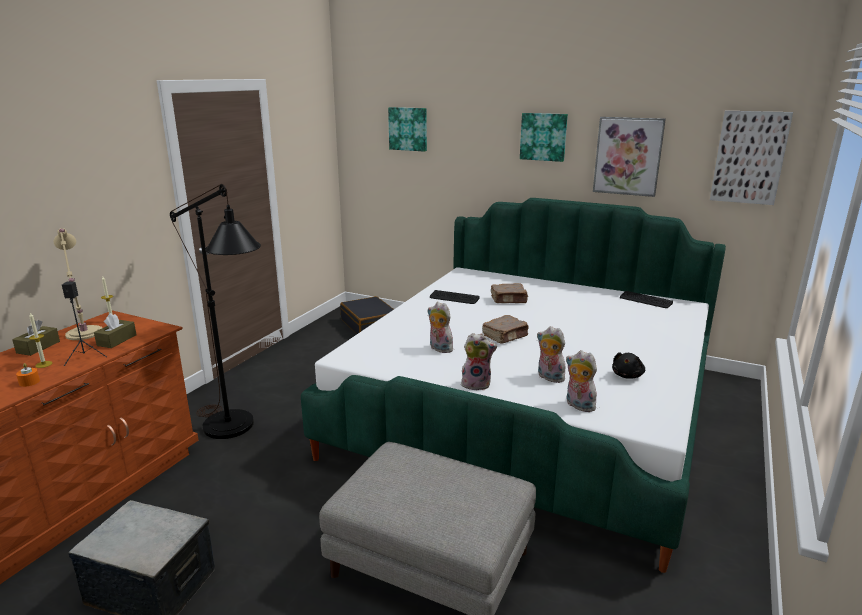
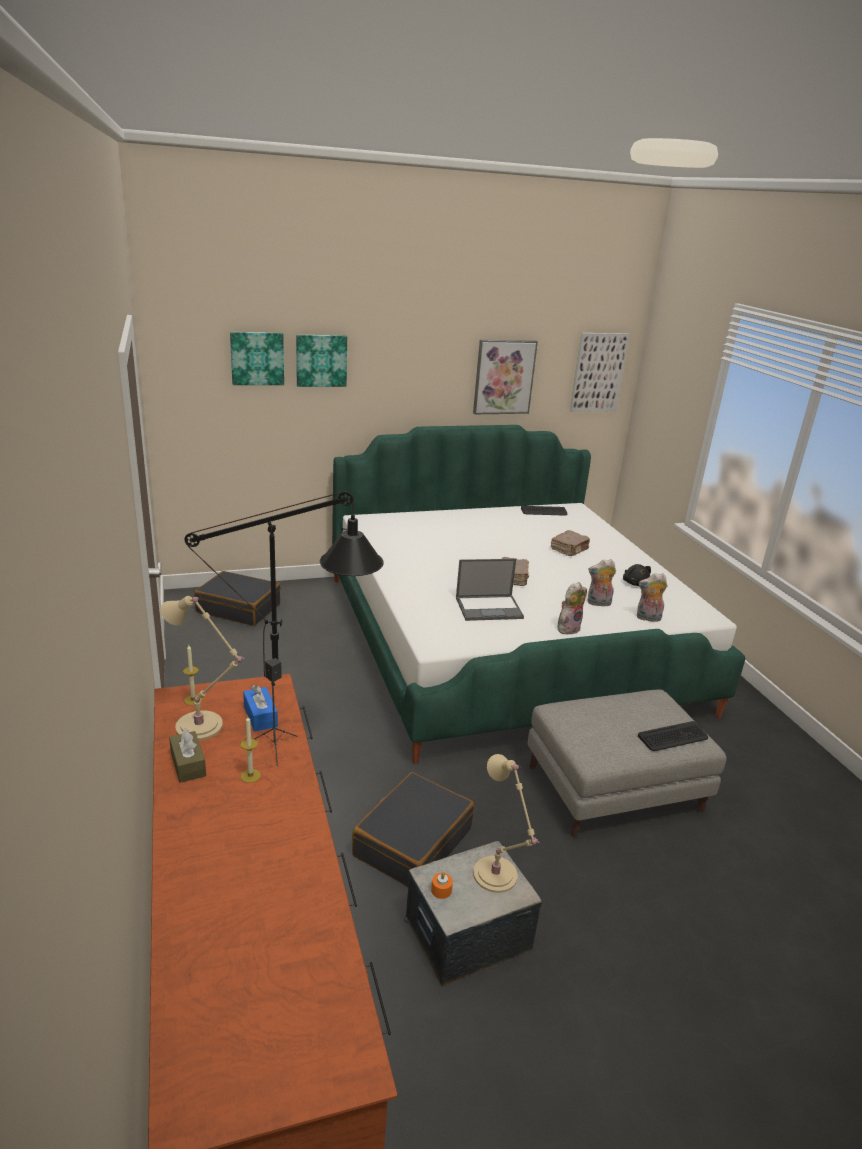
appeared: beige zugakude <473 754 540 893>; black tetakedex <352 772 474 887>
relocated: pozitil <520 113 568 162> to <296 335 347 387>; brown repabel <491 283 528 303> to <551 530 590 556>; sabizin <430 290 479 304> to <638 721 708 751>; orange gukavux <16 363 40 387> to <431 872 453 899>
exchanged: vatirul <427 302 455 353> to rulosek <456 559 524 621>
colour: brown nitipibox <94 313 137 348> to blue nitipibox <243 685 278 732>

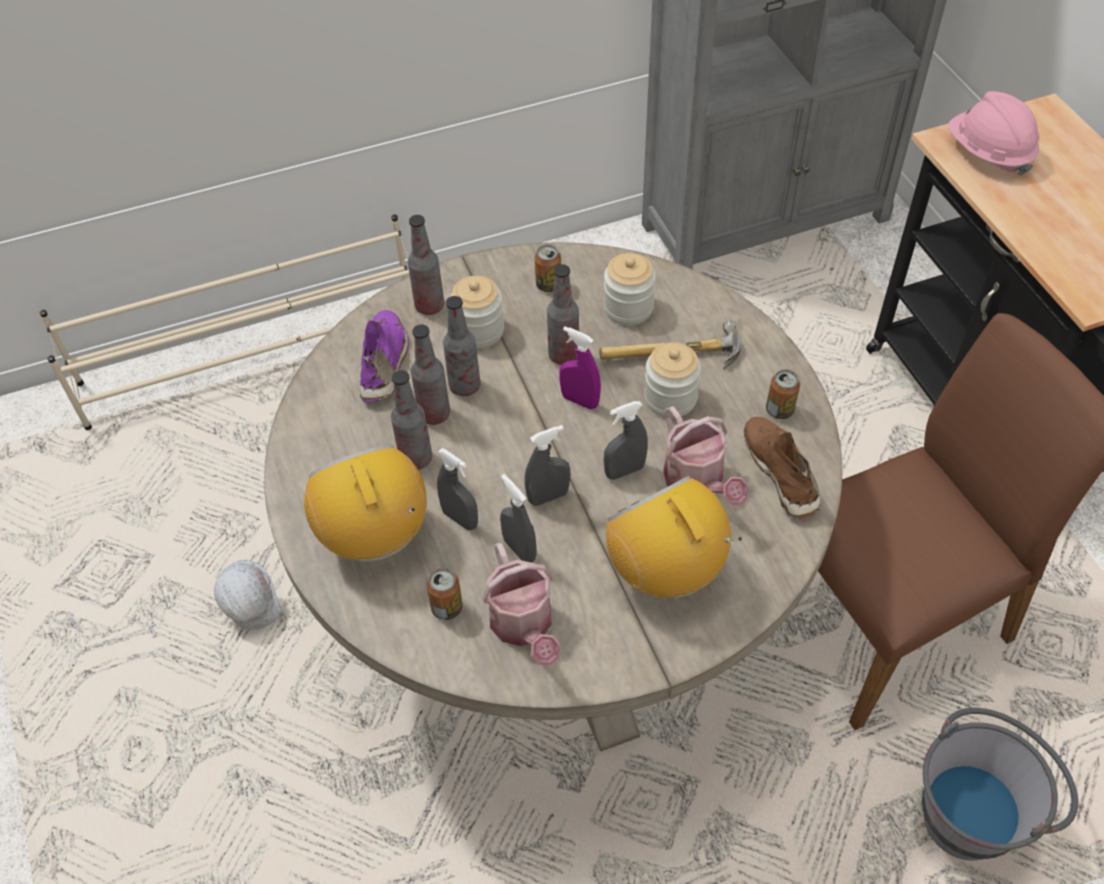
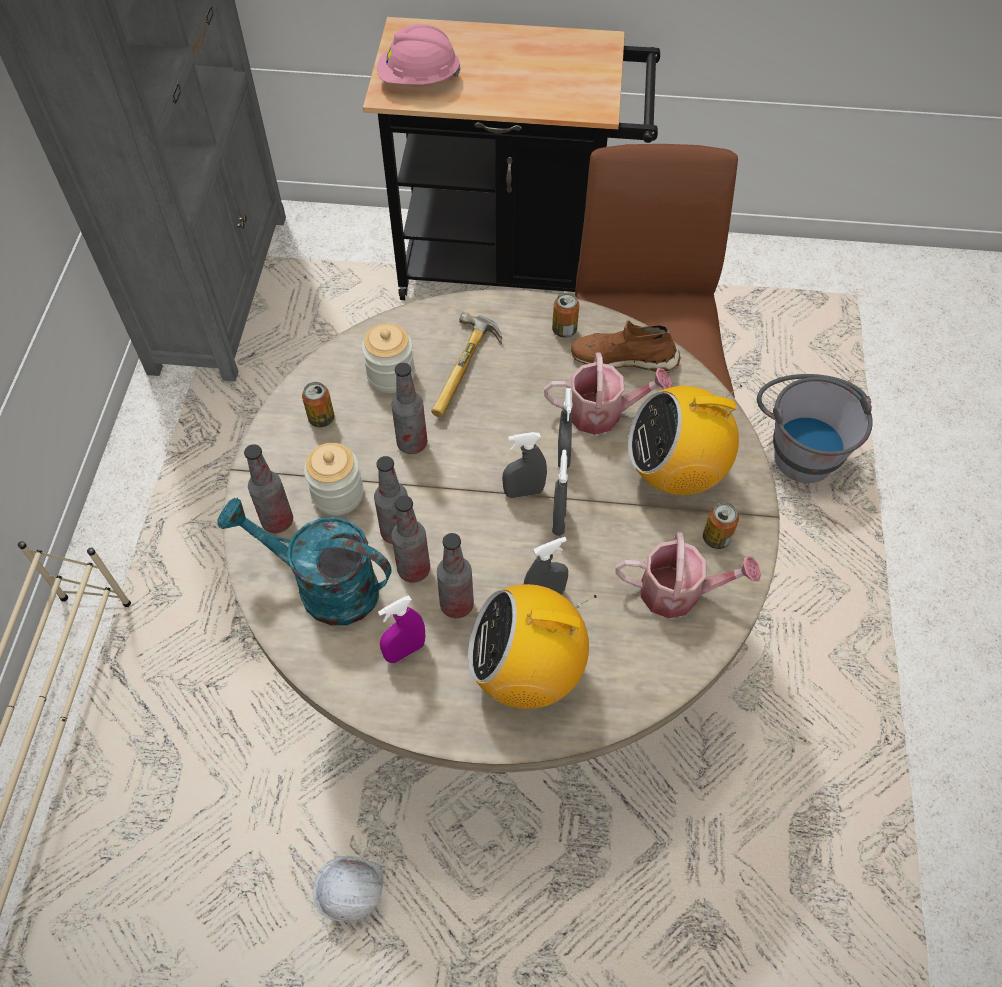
missing: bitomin <644 342 701 418>
relocated: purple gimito <559 326 601 410> to <378 595 425 663>; grey gimito <500 474 537 563> to <502 432 547 498>; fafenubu <427 568 463 620> to <703 503 739 549>
exchanged: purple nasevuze <360 310 409 402> to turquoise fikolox <218 498 392 626>

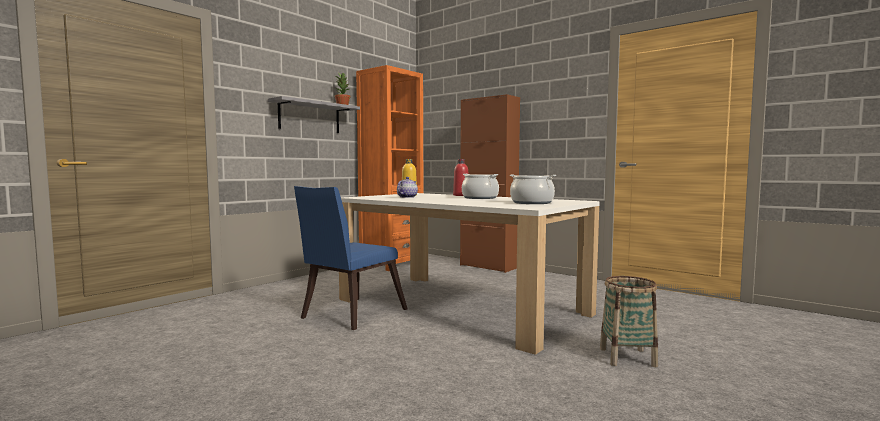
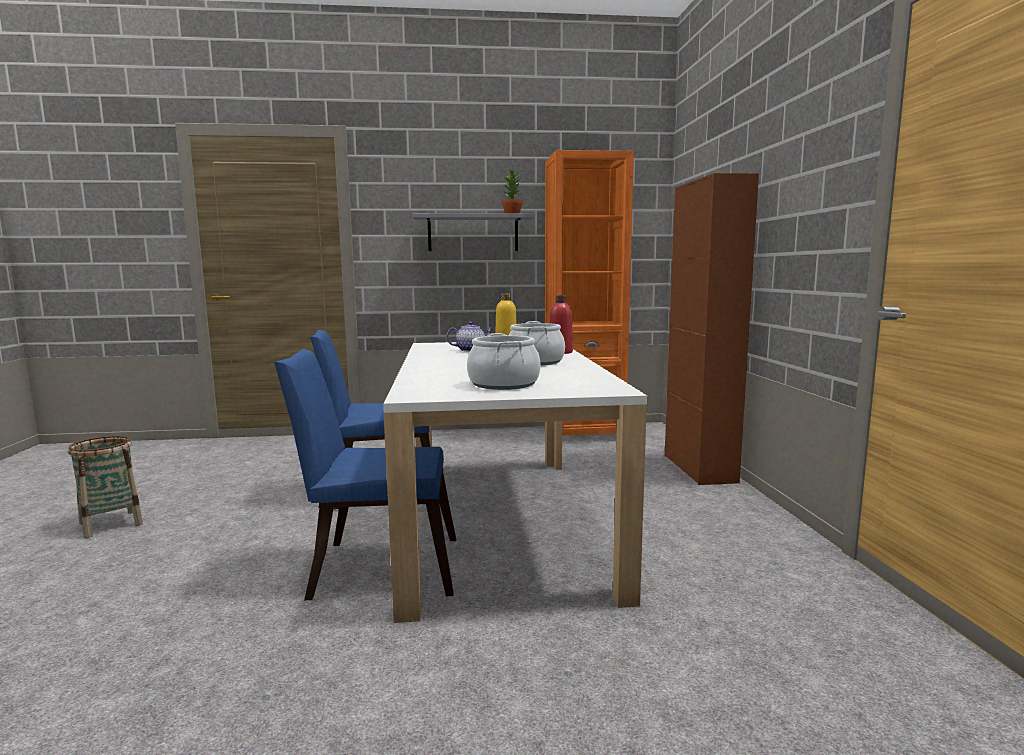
appeared: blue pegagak <274 349 456 600>
relocated: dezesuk <600 276 658 367> to <68 436 143 538>

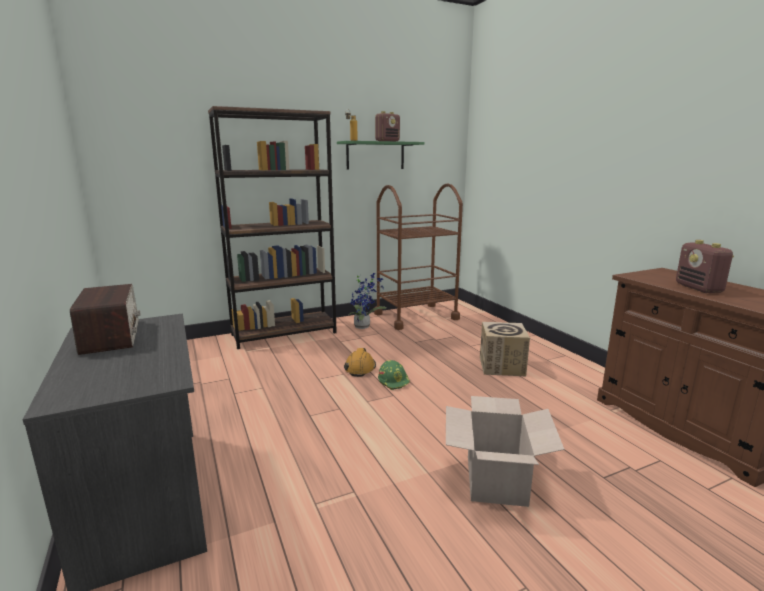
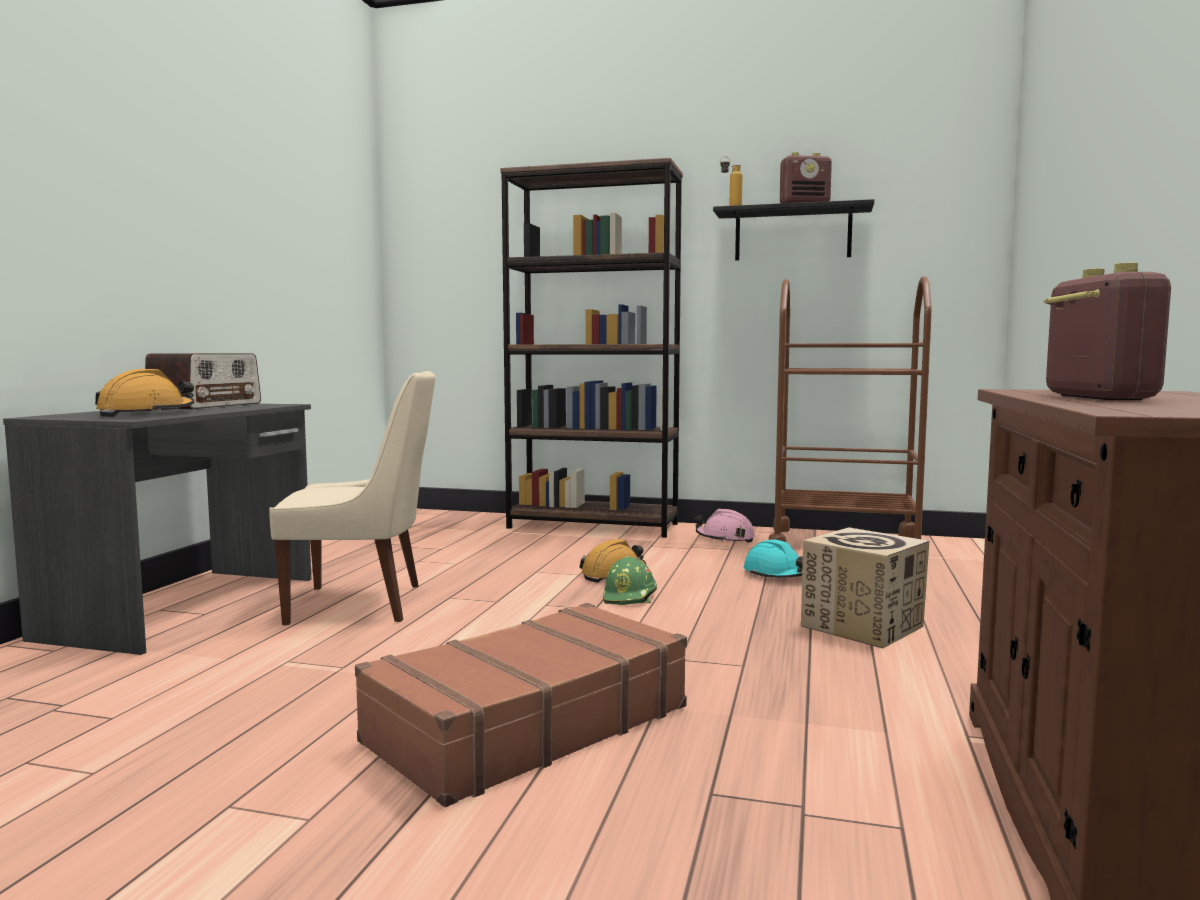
appeared: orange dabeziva <95 369 195 417>; beige pegagak <269 371 435 626>; turquoise dabeziva <743 540 803 578>
exchanged: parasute <348 273 387 329> to pink dabeziva <695 509 755 543>; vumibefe <446 396 565 507> to brown tetakedex <355 603 687 807>
colour: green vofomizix <337 141 425 169> to black vofomizix <713 199 874 261>
spun: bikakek <676 240 734 293> = <1044 263 1171 400> 150 degrees clockwise

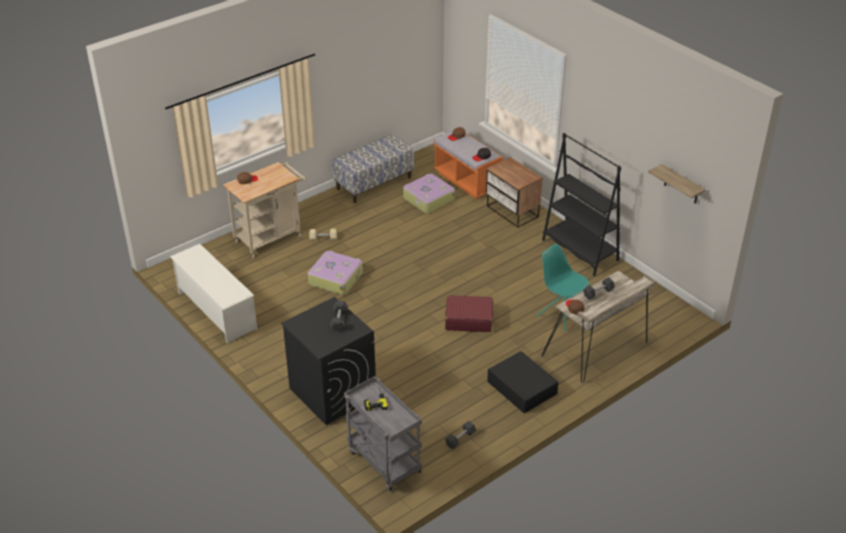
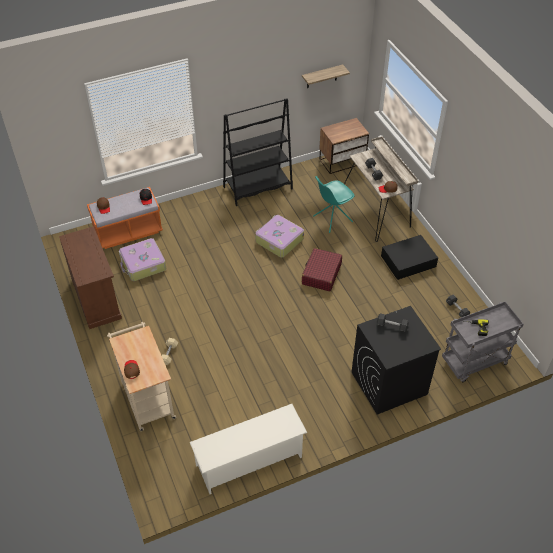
relocated: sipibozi <486 157 543 227> to <319 118 369 174>; tetakedex <308 251 363 295> to <255 215 304 258>
exchanged: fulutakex <332 134 414 203> to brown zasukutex <59 226 122 329>

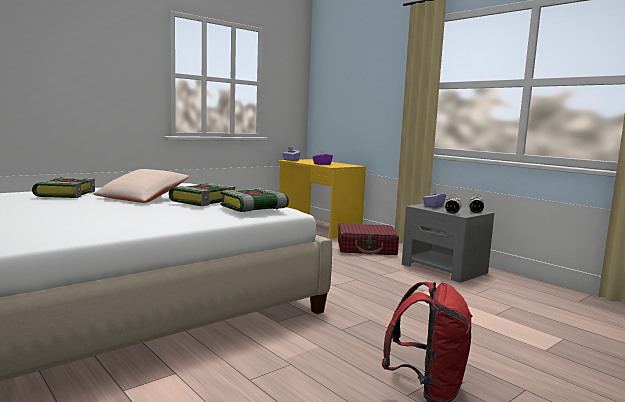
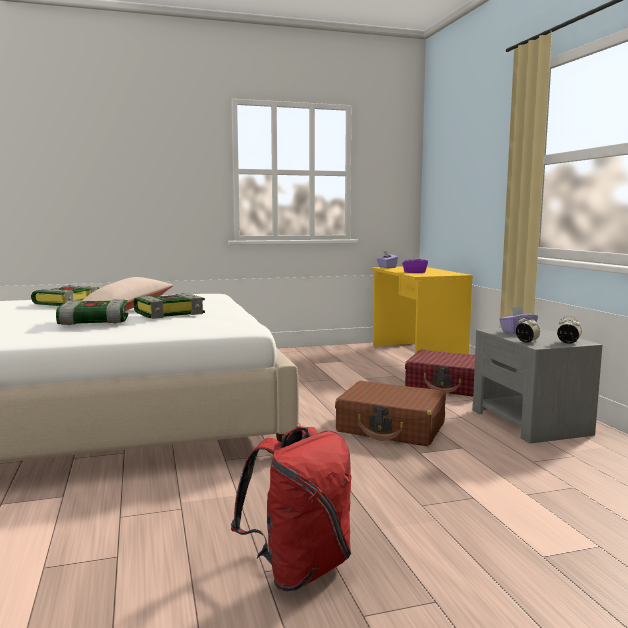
appeared: brown tetakedex <335 381 446 446>
relocated: repabel <220 188 289 212> to <56 299 128 325>

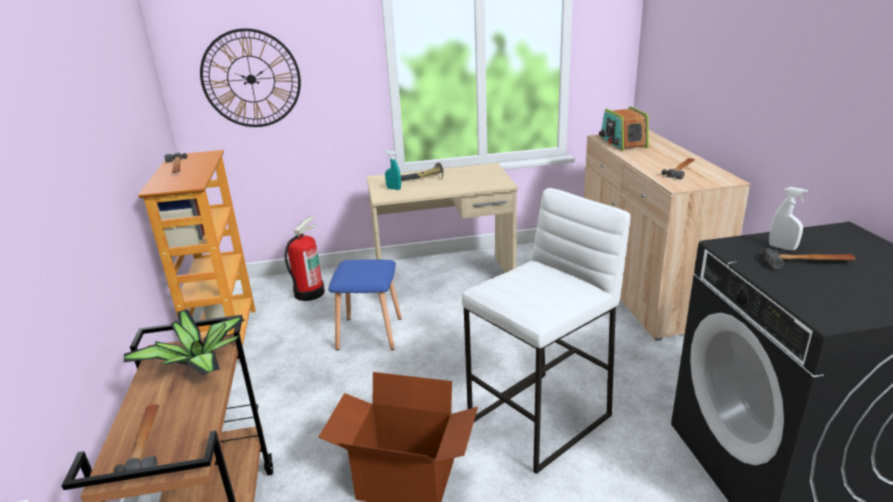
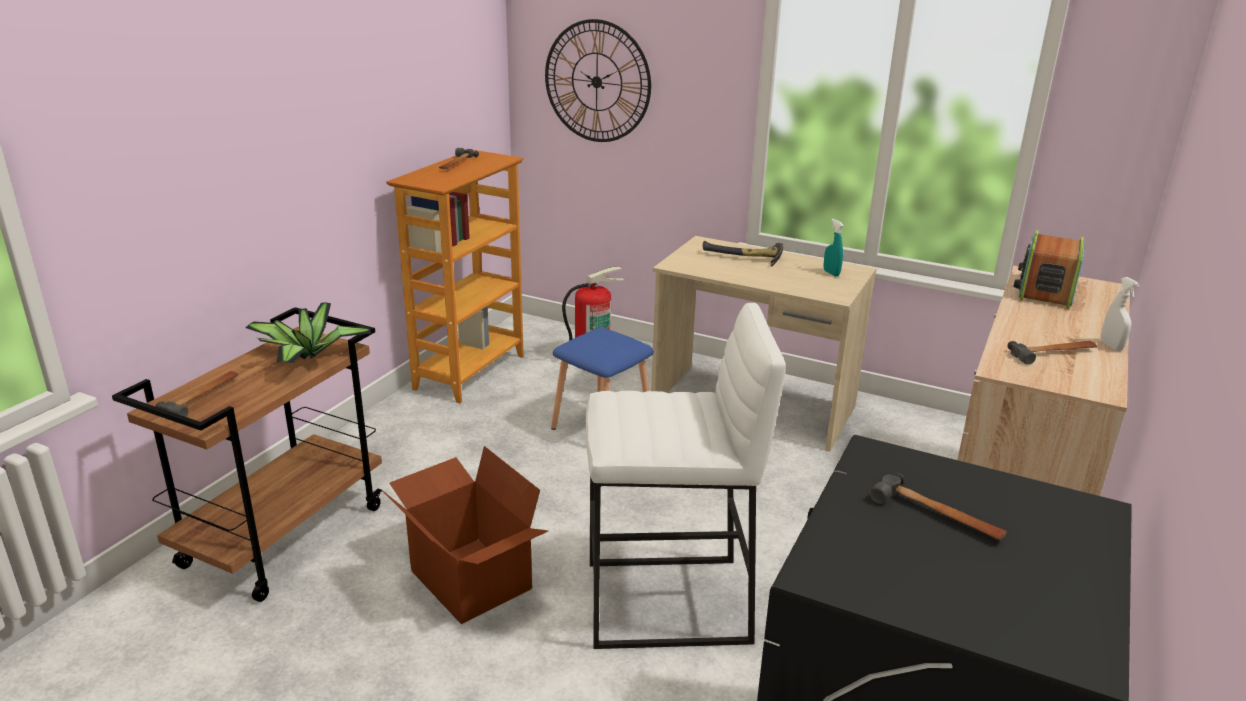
relocated: turquoise gimito <385 150 401 190> to <823 219 843 277>; white gimito <769 187 808 251> to <1101 277 1140 351>

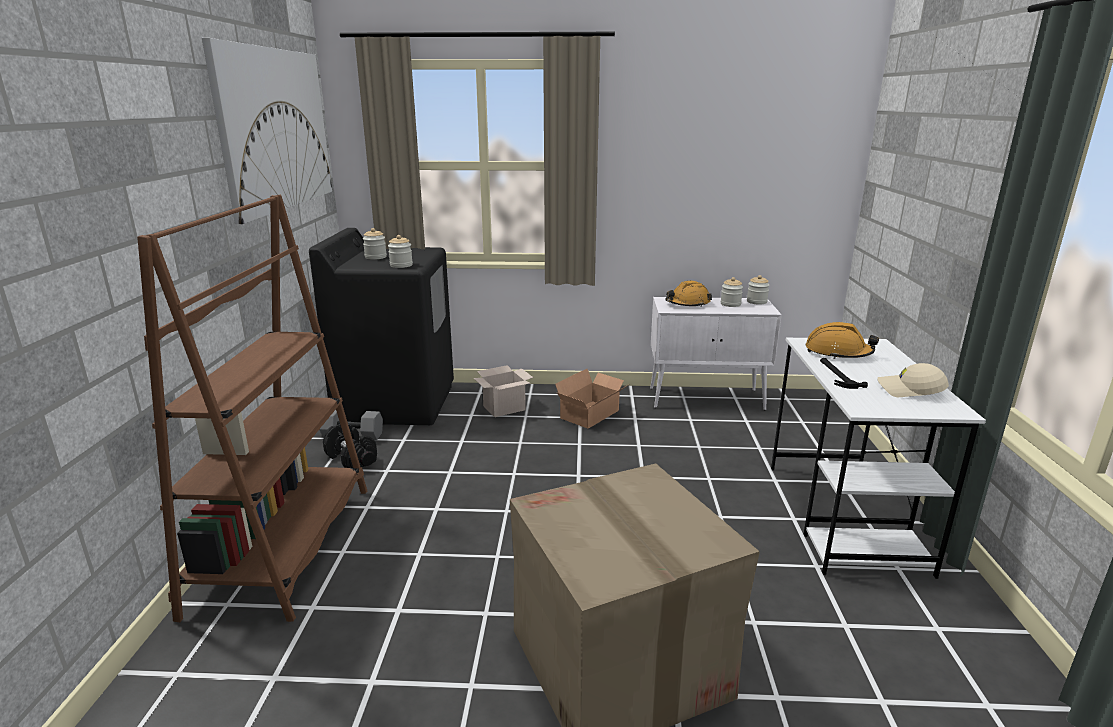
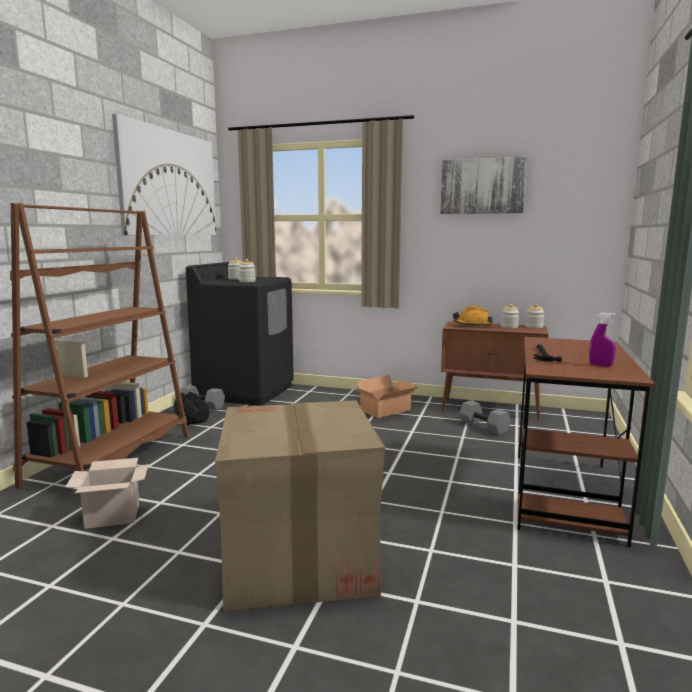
missing: orange dabeziva <806 322 879 359>
appeared: pozitil <440 157 527 214>; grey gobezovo <459 401 511 435>
relocated: vumibefe <474 365 533 417> to <66 458 149 529>
exchanged: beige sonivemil <877 363 949 397> to purple gimito <589 313 616 367>
colour: white zasukutex <650 297 782 410> to brown zasukutex <441 321 549 421>; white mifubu <771 338 986 579> to brown mifubu <518 337 655 547>

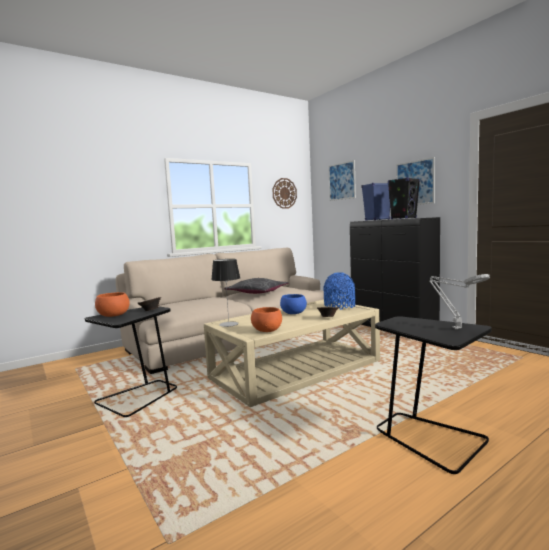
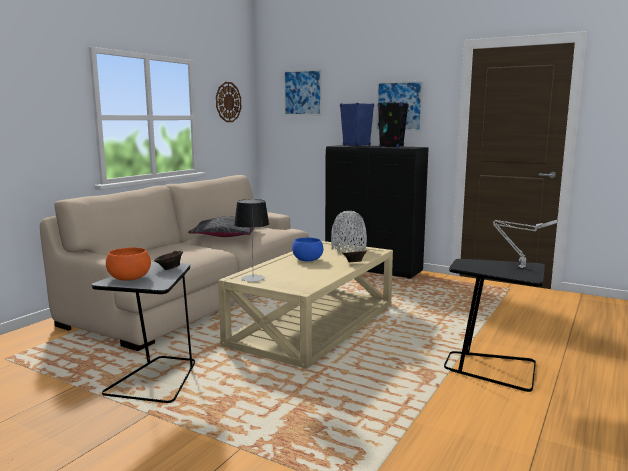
missing: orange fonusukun <251 307 282 332>
colour: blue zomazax <323 272 356 310> to grey zomazax <331 211 367 252>

